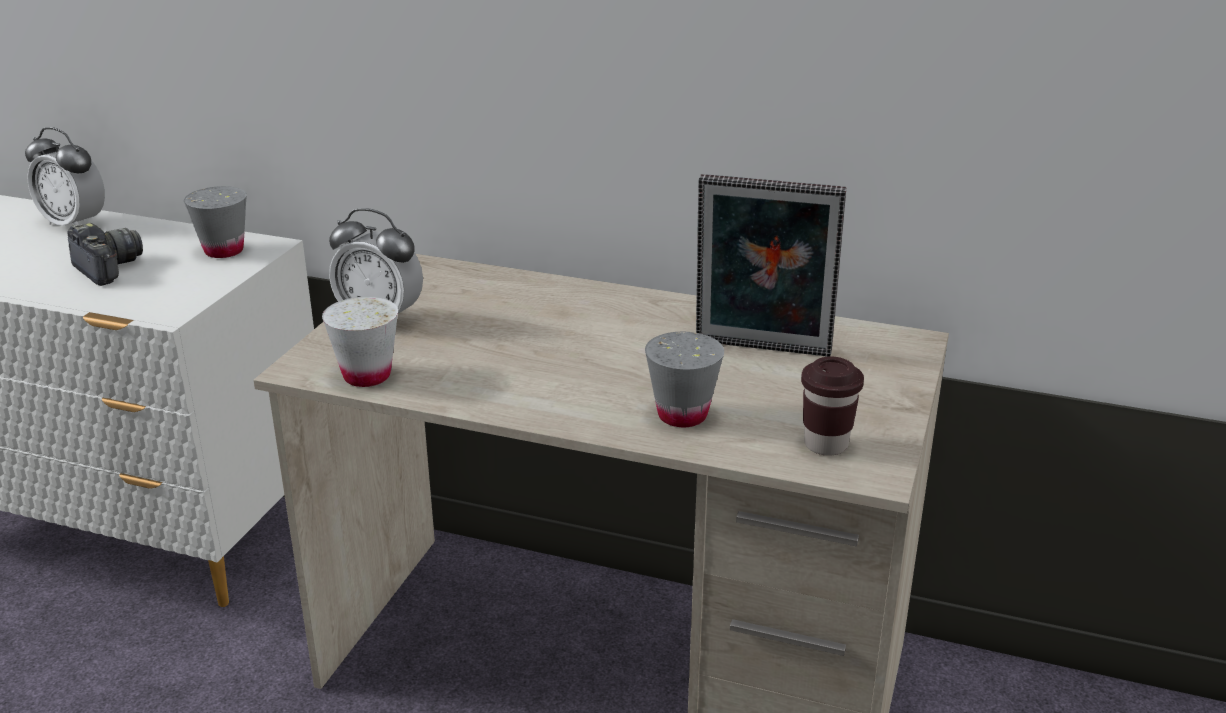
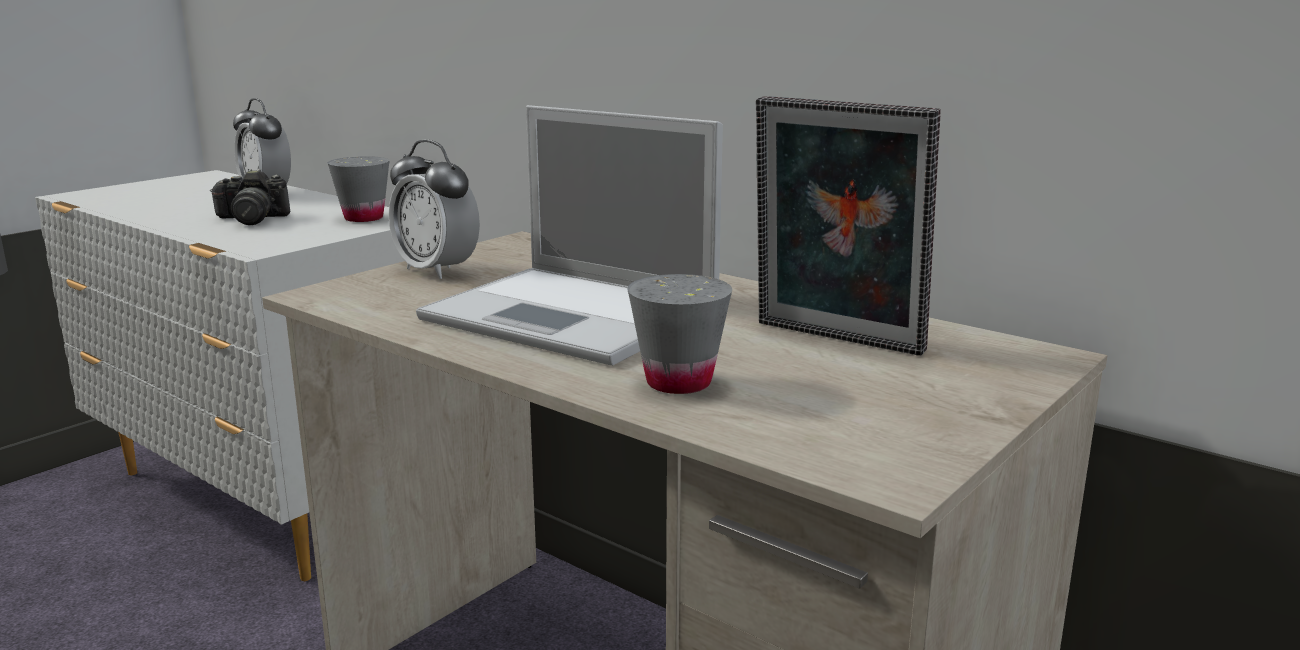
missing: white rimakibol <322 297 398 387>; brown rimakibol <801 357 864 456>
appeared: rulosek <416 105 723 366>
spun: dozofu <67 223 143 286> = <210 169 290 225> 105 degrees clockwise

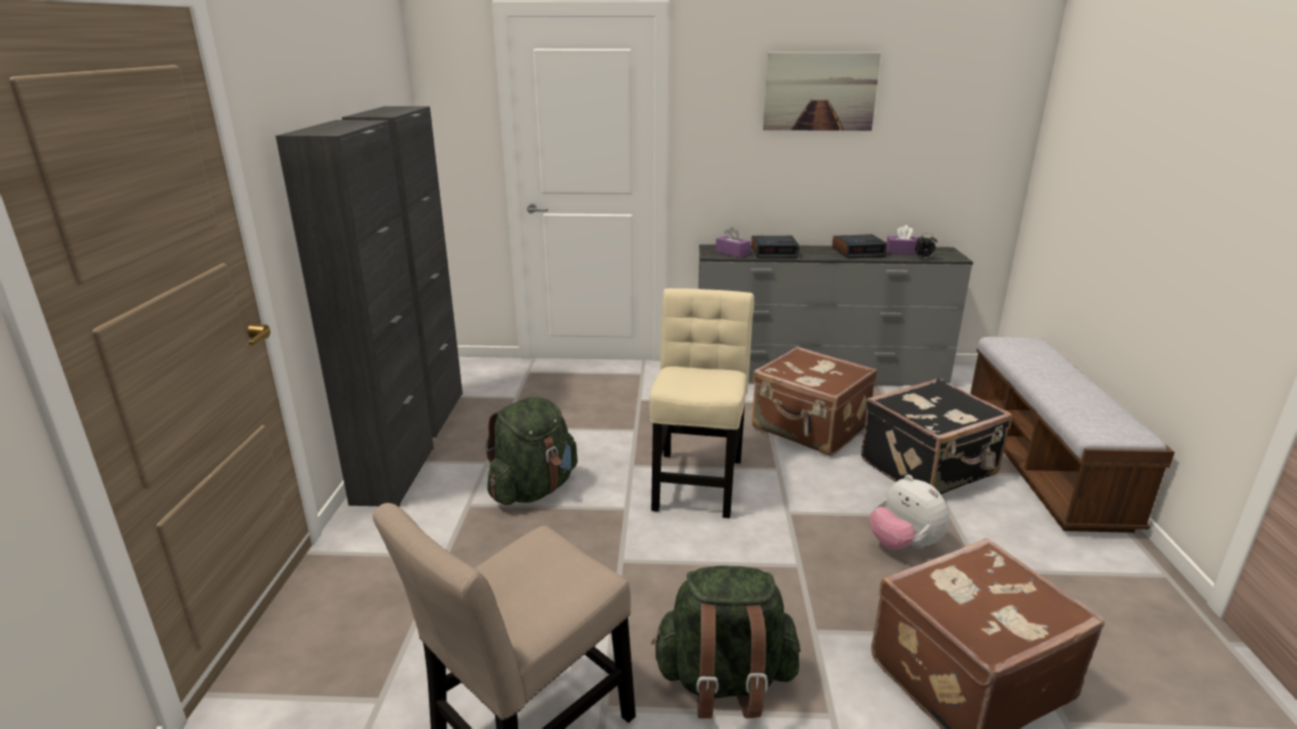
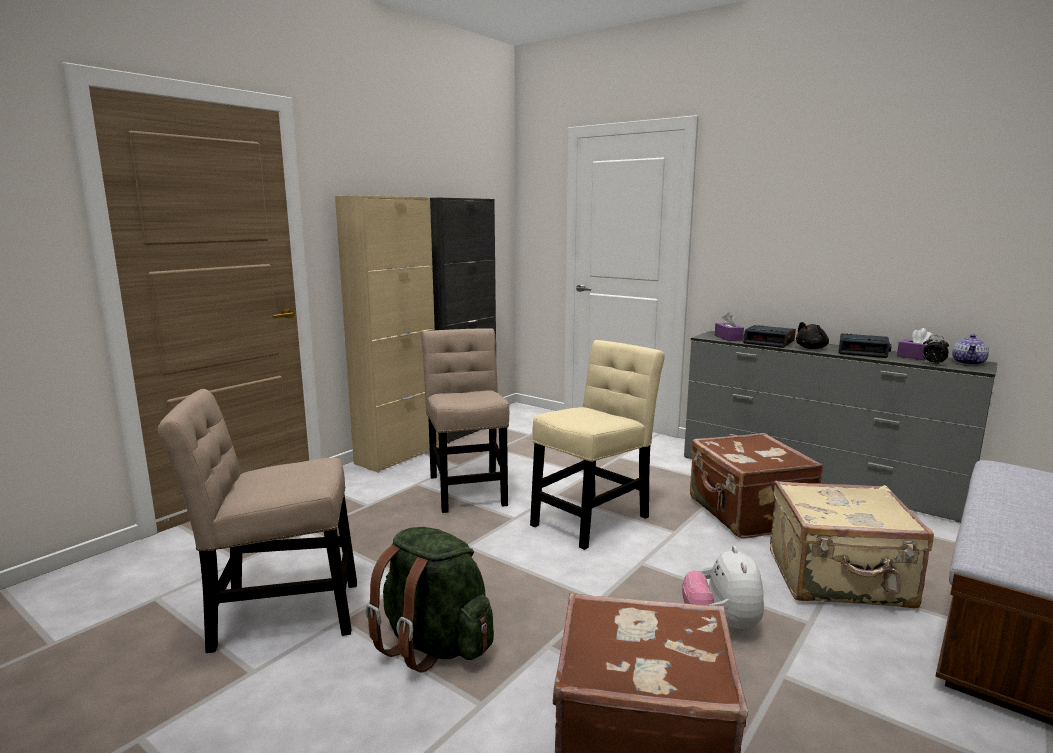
missing: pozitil <763 53 881 131>
appeared: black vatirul <796 322 829 349>; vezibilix <952 334 989 366>
exchanged: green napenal <485 396 578 505> to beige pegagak <422 328 509 513>
colour: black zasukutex <276 120 434 507> to beige zasukutex <335 195 439 473>; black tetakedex <861 378 1012 494> to beige tetakedex <770 481 934 608>

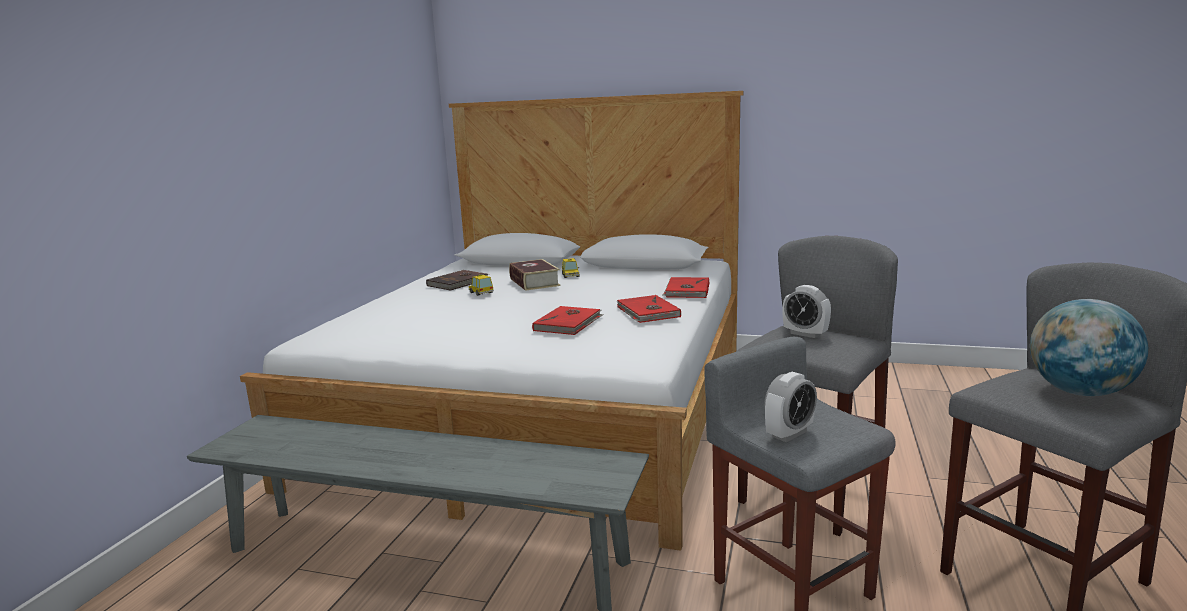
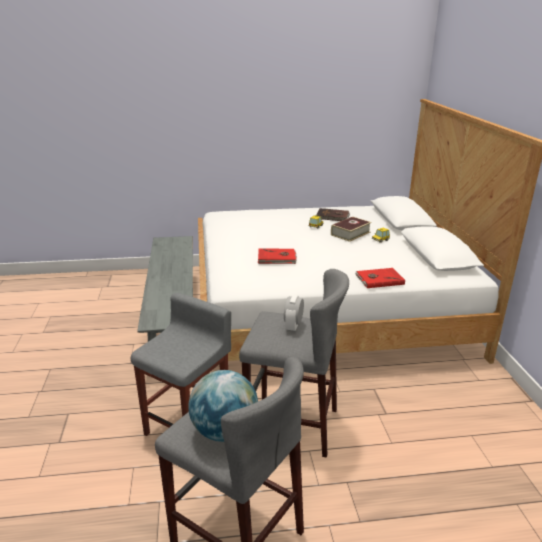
missing: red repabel <617 295 681 323>; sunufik <764 372 817 442>

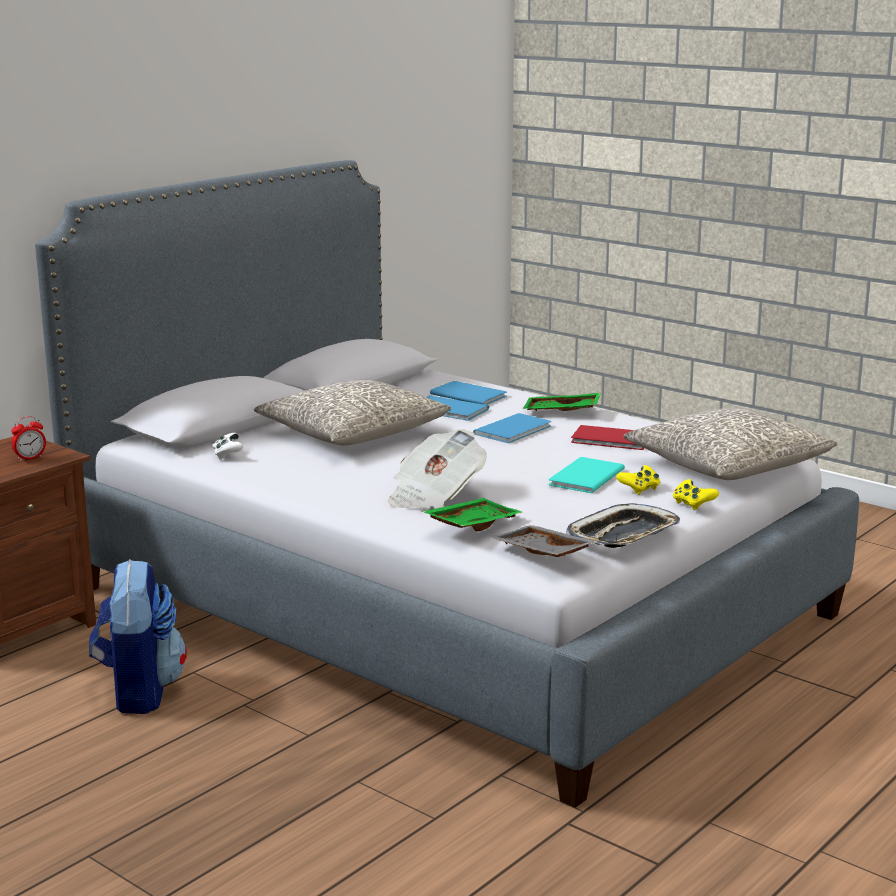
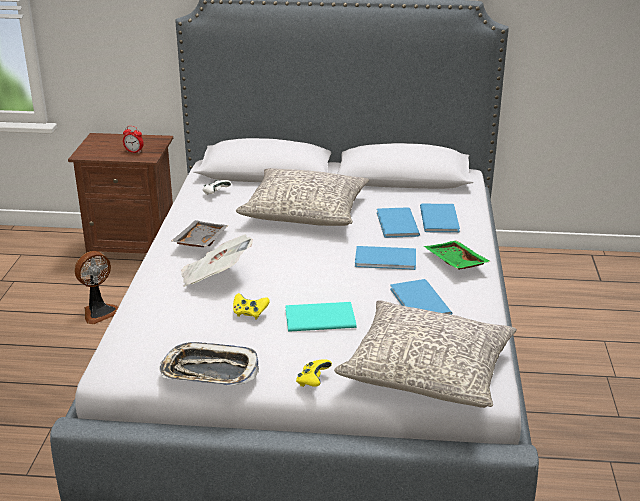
missing: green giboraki <422 498 524 531>
relocated: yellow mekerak <616 465 661 495> to <233 293 270 320>; grey giboraki <491 525 597 557> to <172 220 229 247>
exchanged: napenal <89 559 187 714> to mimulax <74 251 118 325>
colour: red repabel <571 425 644 450> to blue repabel <390 279 452 315>

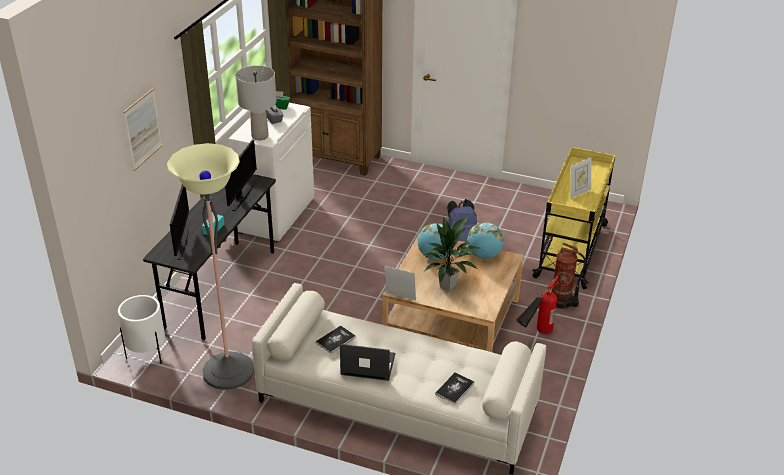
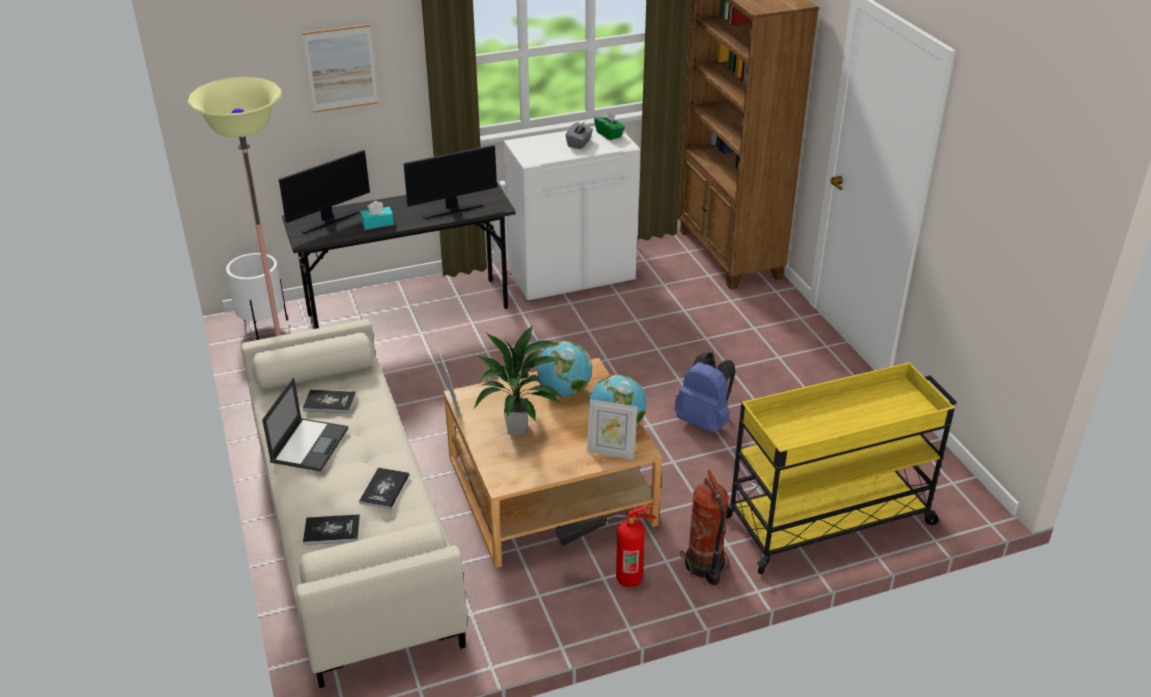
missing: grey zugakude <236 66 277 140>
appeared: repabel <359 467 409 510>
relocated: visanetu <571 157 592 198> to <587 399 638 460>
spun: rulosek <340 344 396 381> = <262 378 348 471> 45 degrees clockwise

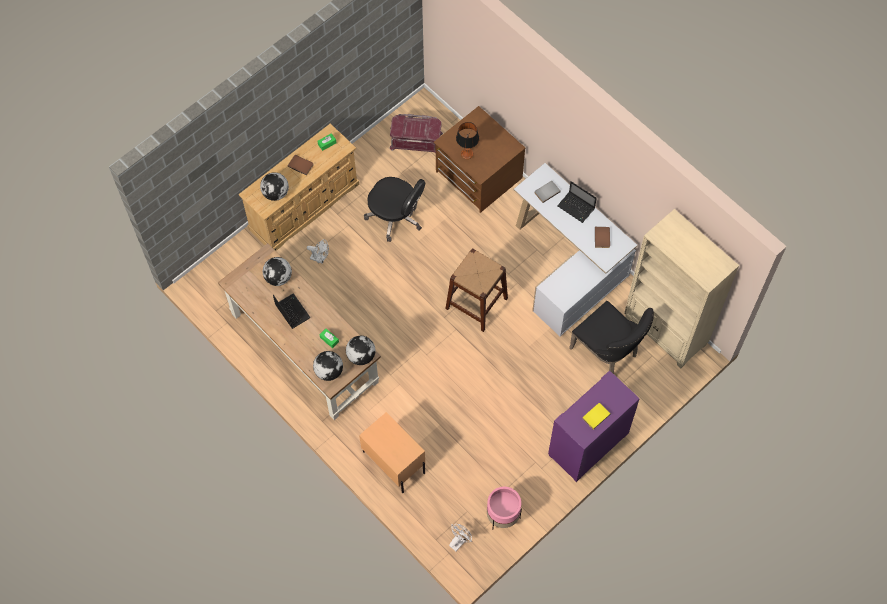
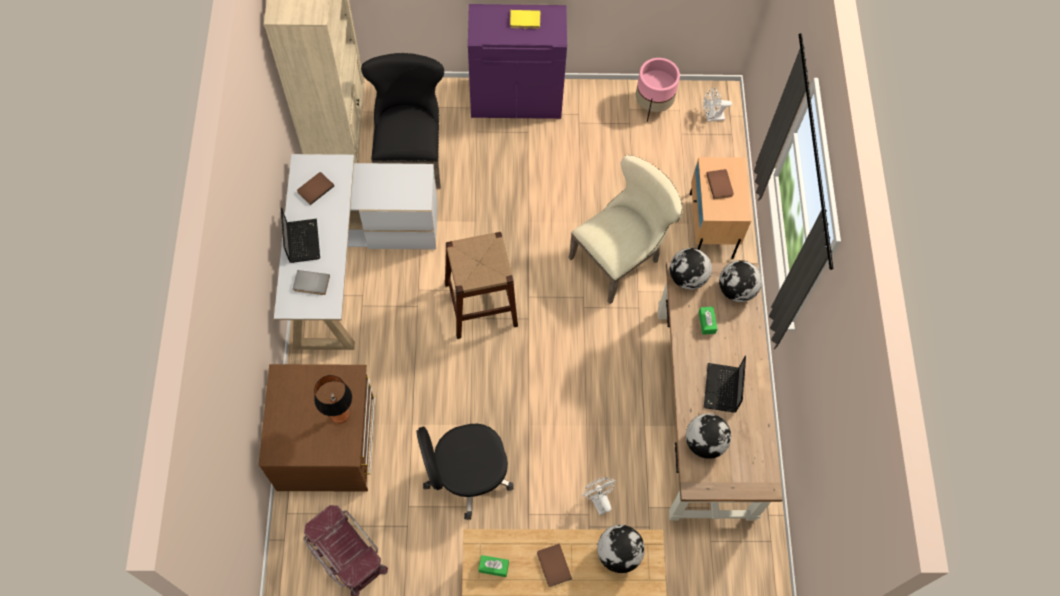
appeared: beige pegagak <569 155 683 304>; brown repabel <706 169 734 199>
spun: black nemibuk <364 177 425 242> = <416 424 514 520> 90 degrees counterclockwise

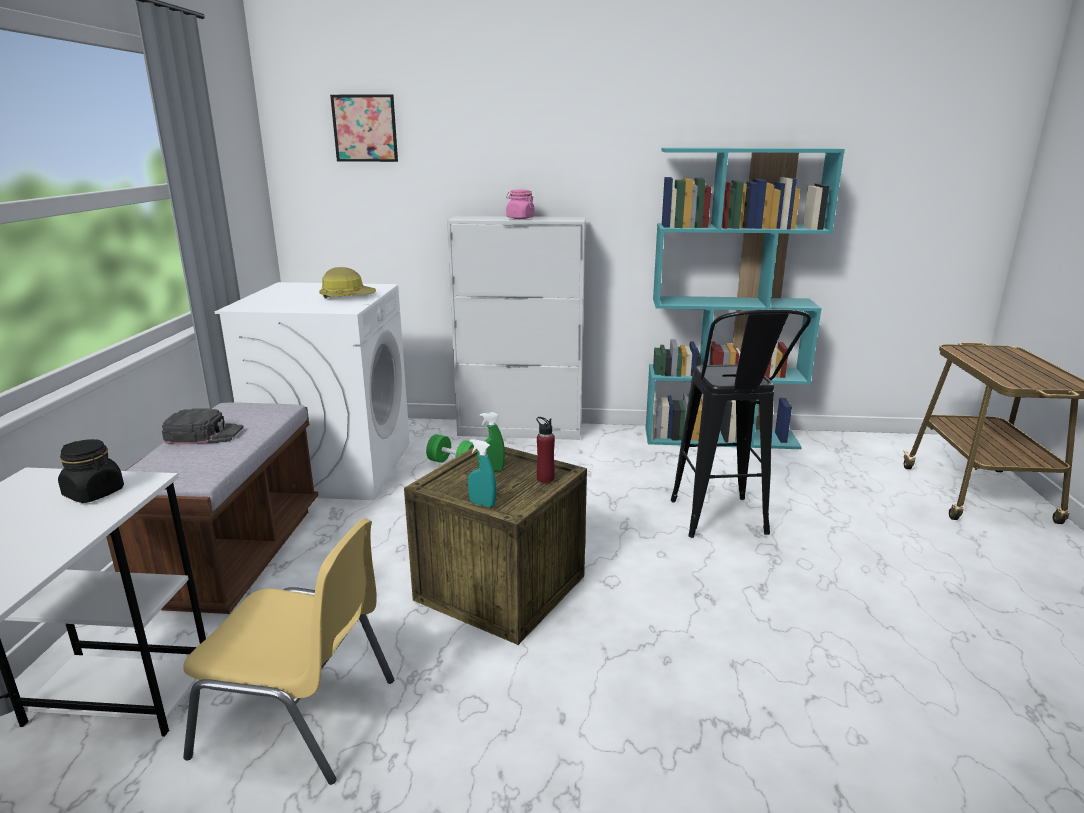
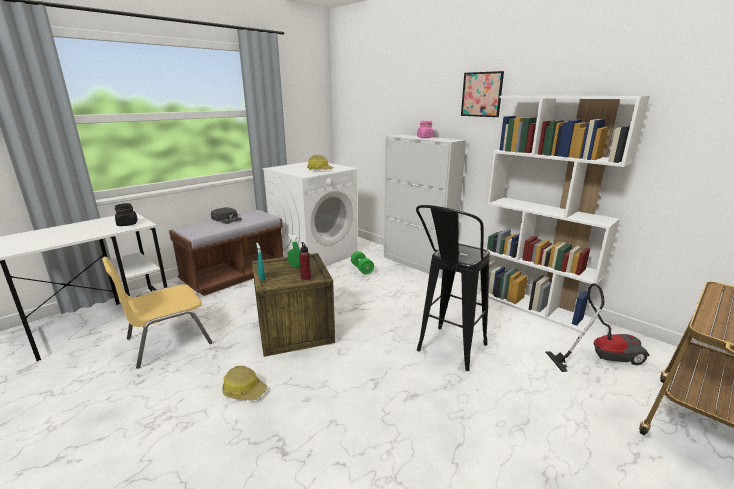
appeared: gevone <546 283 649 372>; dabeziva <222 366 267 401>
relocated: pozitil <330 94 398 162> to <461 71 504 117>
colour: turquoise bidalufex <646 148 845 449> to white bidalufex <477 96 650 333>
spun: yellow pegagak <183 518 394 785> = <102 257 213 369> 90 degrees clockwise

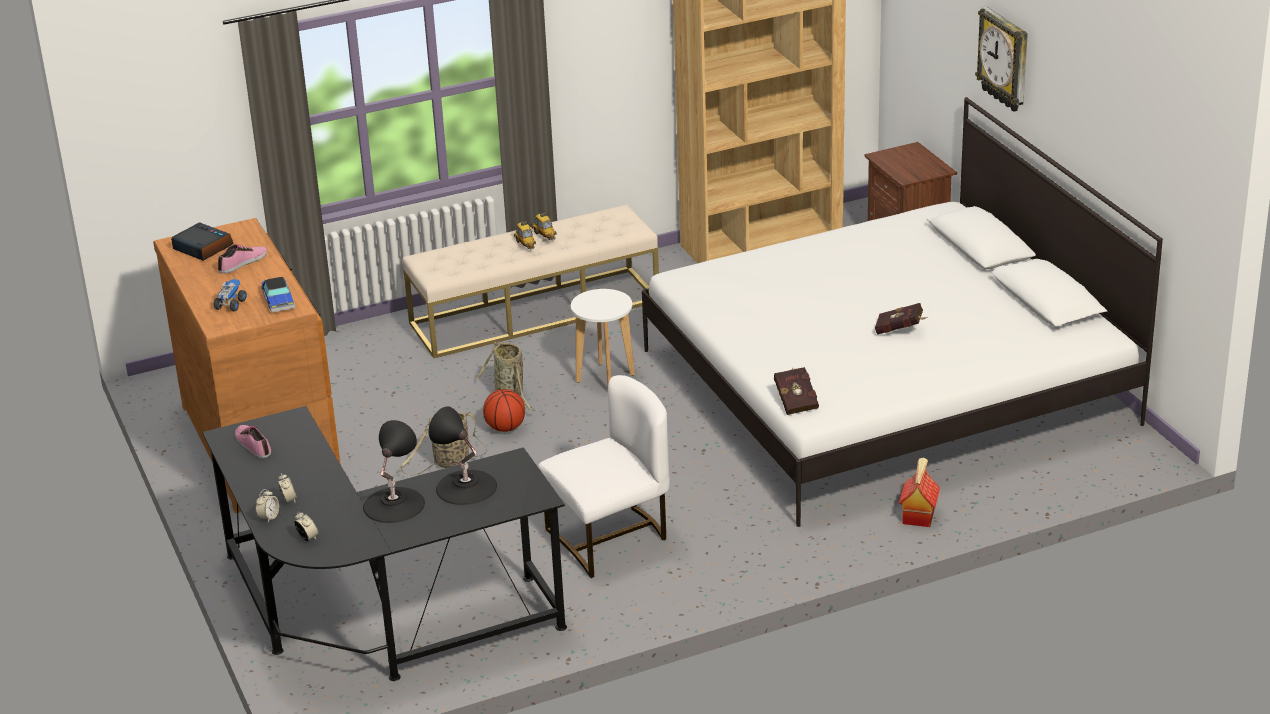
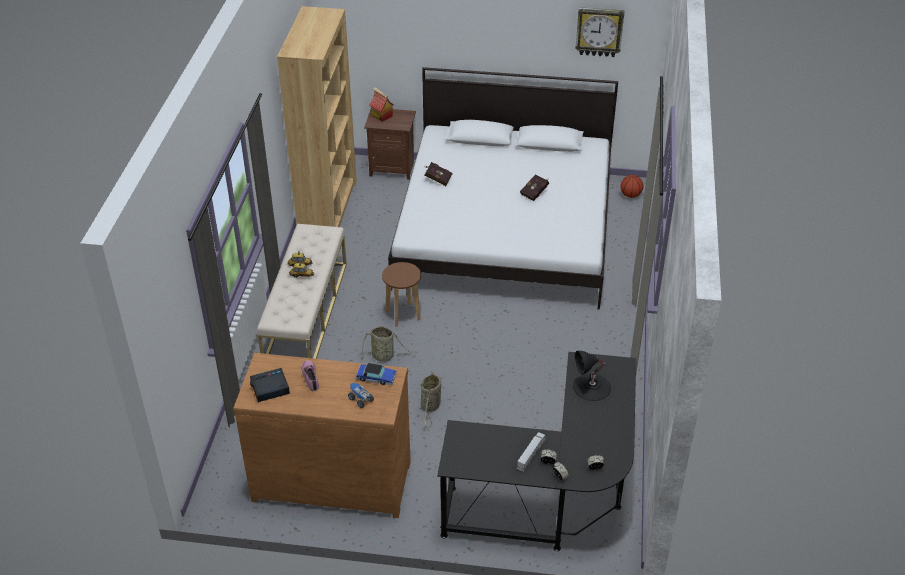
missing: white pegagak <538 375 670 578>; black zugakude <363 420 425 523>; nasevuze <235 425 271 458>
appeared: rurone <517 432 546 471>
relocated: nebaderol <975 7 1028 112> to <575 7 625 57>; red repabel <774 367 819 415> to <425 162 453 186>; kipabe <483 389 525 432> to <620 175 643 198>; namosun <898 458 940 527> to <369 87 394 122>
colour: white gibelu <571 289 635 383> to brown gibelu <382 262 421 327>

